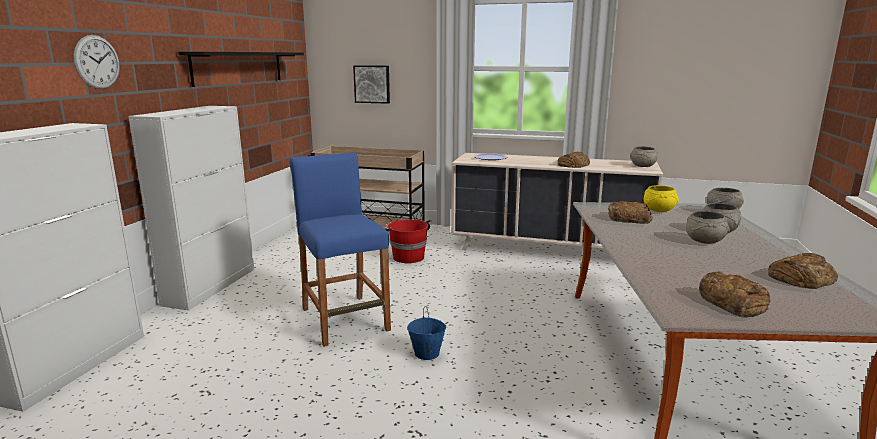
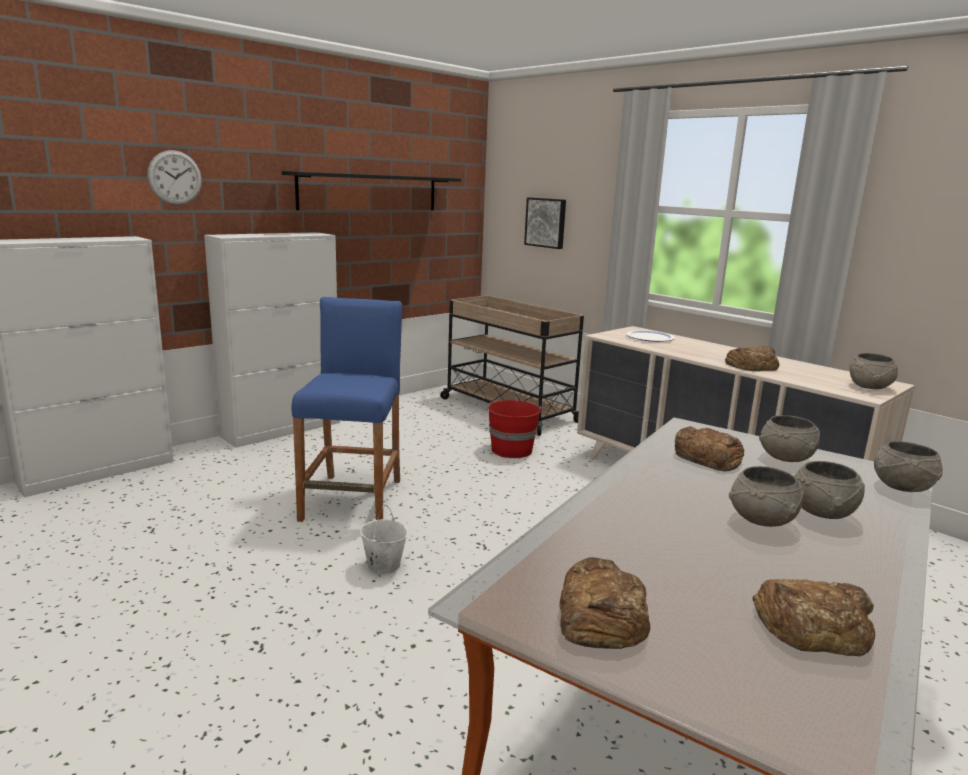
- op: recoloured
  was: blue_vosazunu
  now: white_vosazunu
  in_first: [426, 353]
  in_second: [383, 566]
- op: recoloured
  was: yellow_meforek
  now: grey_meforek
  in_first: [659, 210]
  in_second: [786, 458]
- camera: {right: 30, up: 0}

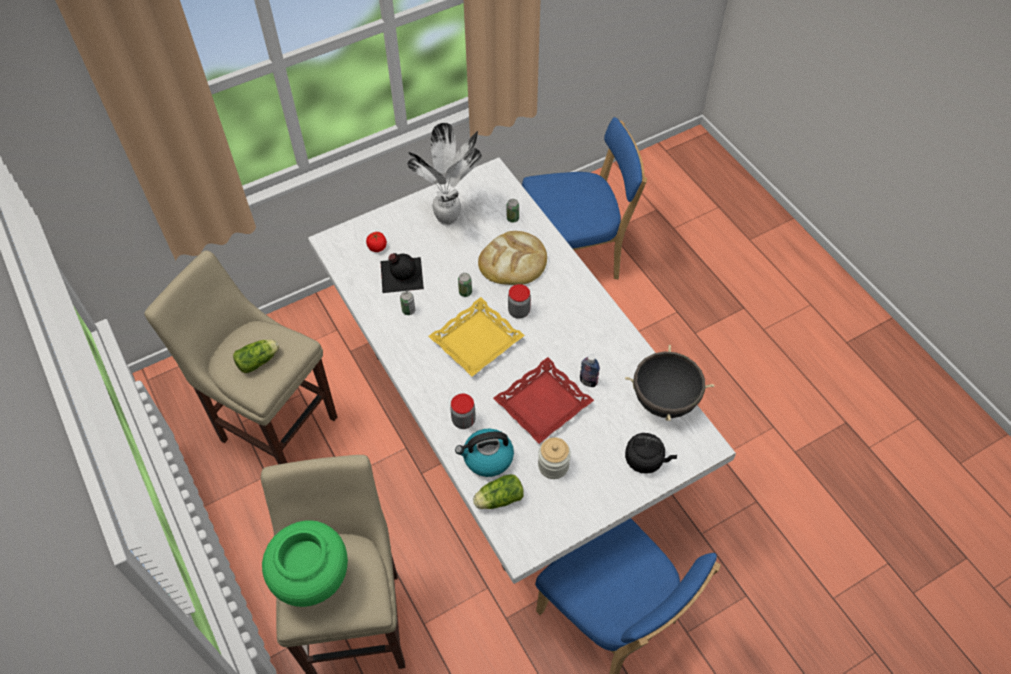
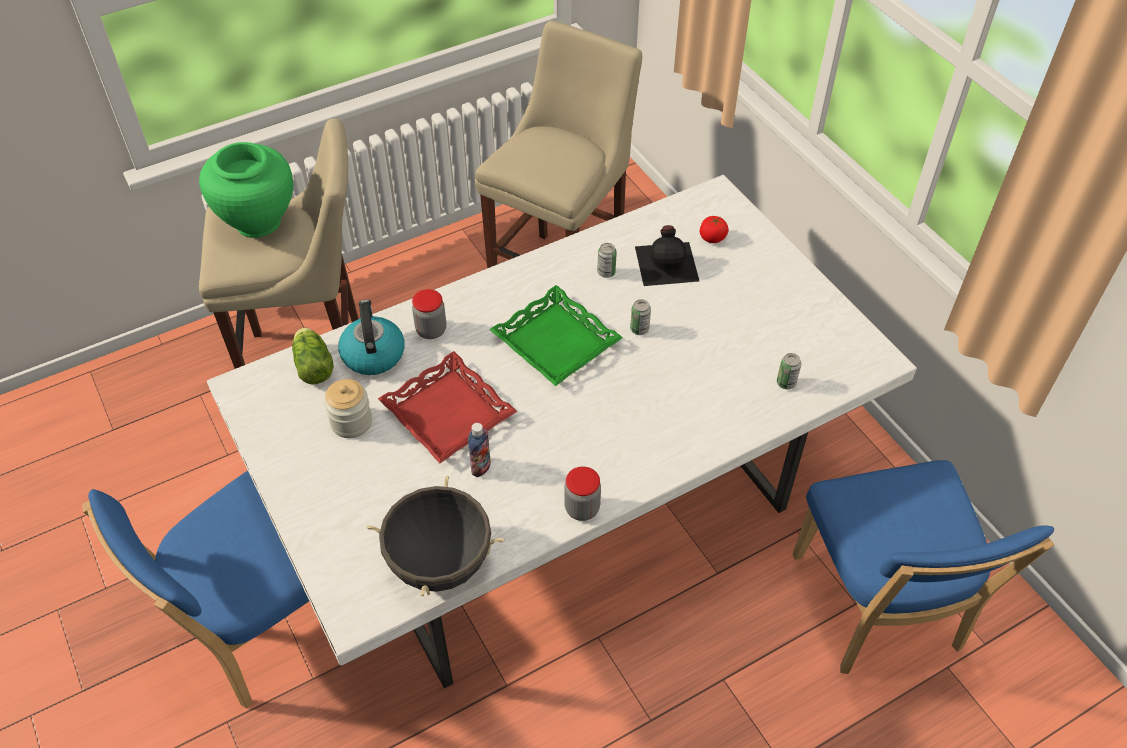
- op: removed
  was: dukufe
  in_first: [259, 360]
- op: removed
  was: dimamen
  in_first: [449, 218]
- op: removed
  was: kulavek
  in_first: [513, 261]
- op: removed
  was: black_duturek
  in_first: [646, 459]
- op: moved
  was: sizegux
  in_first: [519, 311]
  in_second: [582, 508]
- op: recoloured
  was: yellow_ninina
  now: green_ninina
  in_first: [476, 340]
  in_second: [556, 341]
- camera: {right: 90, up: -5}

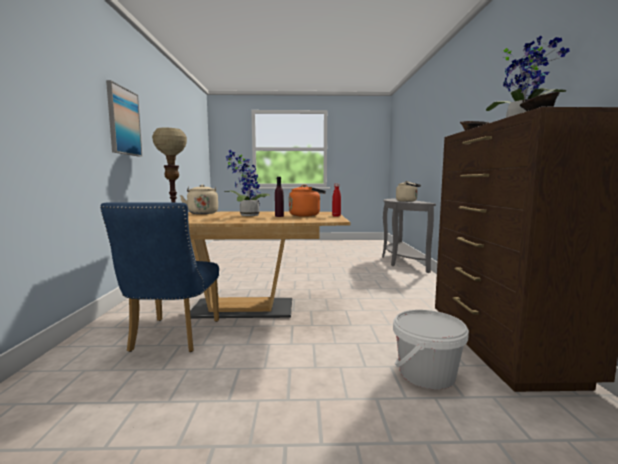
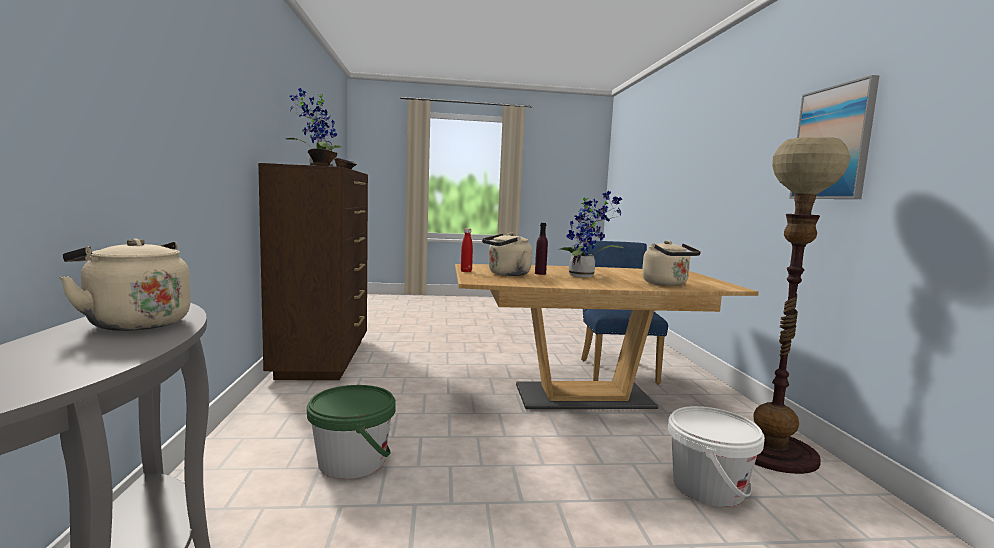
- op: added
  now: green_vosazunu
  in_second: [352, 462]
- op: moved
  was: white_vosazunu
  in_first: [426, 374]
  in_second: [708, 487]
- op: recoloured
  was: orange_duturek
  now: beige_duturek
  in_first: [306, 215]
  in_second: [506, 274]
- camera: {right: 175, up: 0}

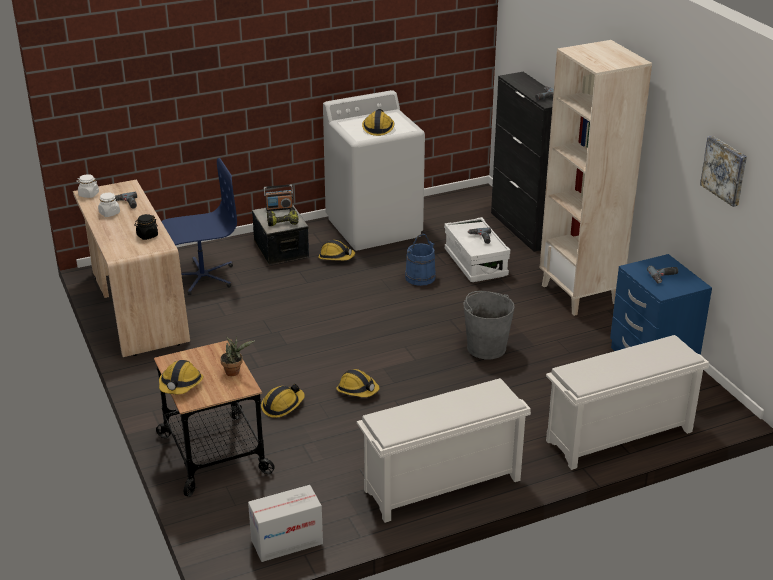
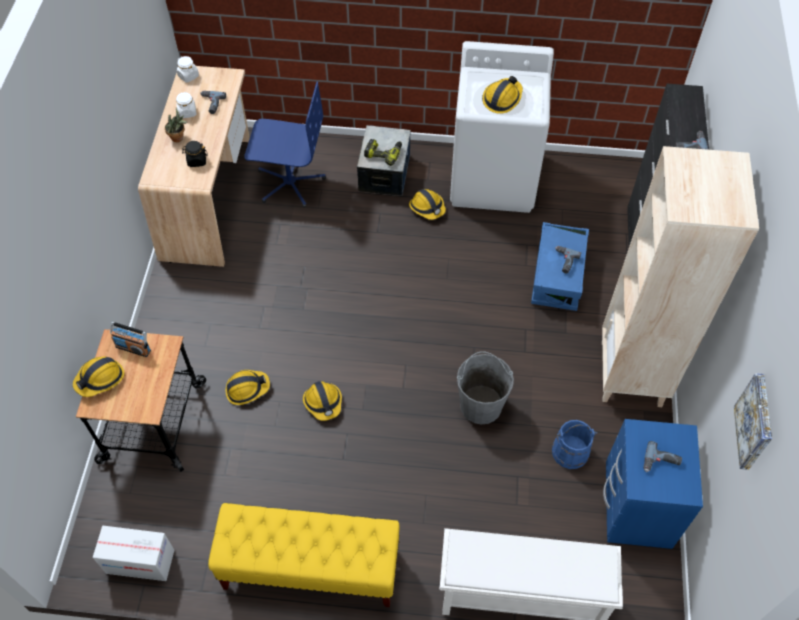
- op: moved
  was: dimamen
  in_first: [234, 372]
  in_second: [179, 138]
- op: moved
  was: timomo
  in_first: [279, 208]
  in_second: [133, 348]
- op: moved
  was: blue_vosazunu
  in_first: [420, 277]
  in_second: [570, 451]
- op: replaced
  was: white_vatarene
  now: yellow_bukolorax
  in_first: [441, 486]
  in_second: [310, 568]
- op: recoloured
  was: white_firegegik
  now: blue_firegegik
  in_first: [475, 263]
  in_second: [557, 277]
- camera: {right: 30, up: 25}

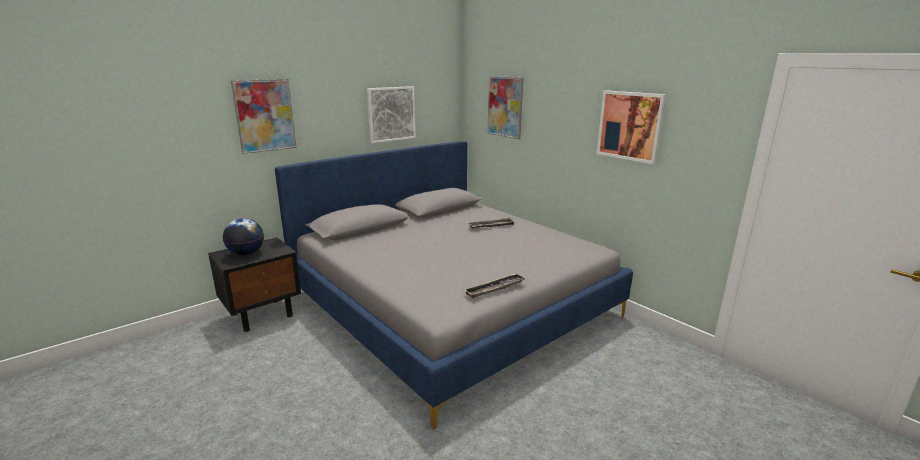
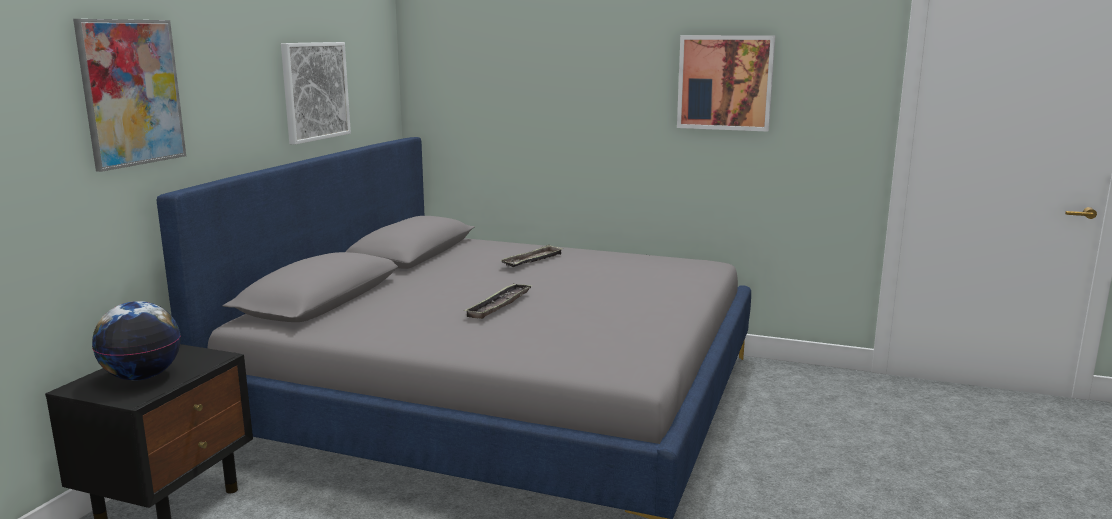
- op: removed
  was: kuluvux
  in_first: [505, 107]
- op: moved
  was: ninina
  in_first: [495, 288]
  in_second: [499, 305]
- camera: {right: -30, up: -5}

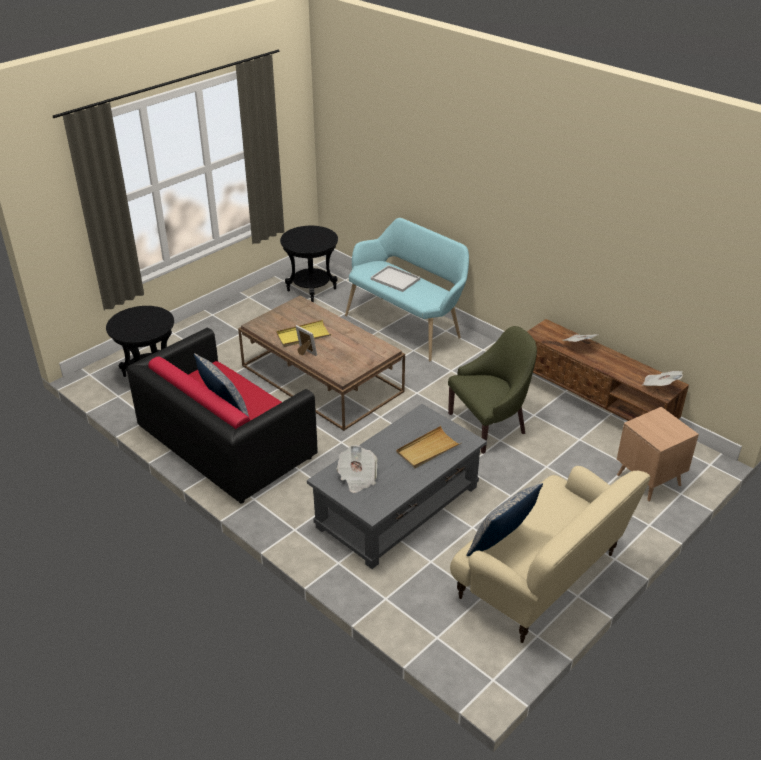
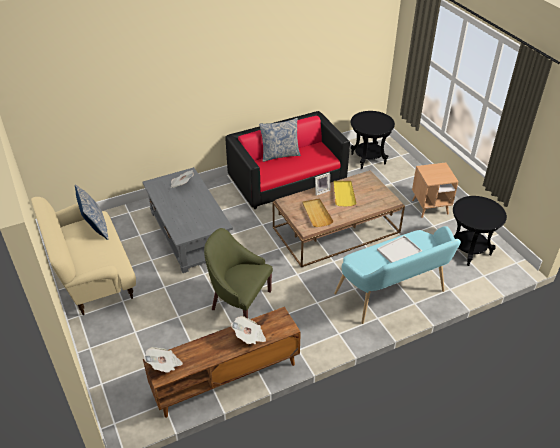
- op: moved
  was: beige_ninina
  in_first: [428, 449]
  in_second: [316, 213]
- op: moved
  was: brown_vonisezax
  in_first: [648, 480]
  in_second: [430, 207]
- op: turned
  was: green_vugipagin
  in_first: [489, 425]
  in_second: [239, 302]
  clockwise: 120
- camera: {right: 110, up: 5}

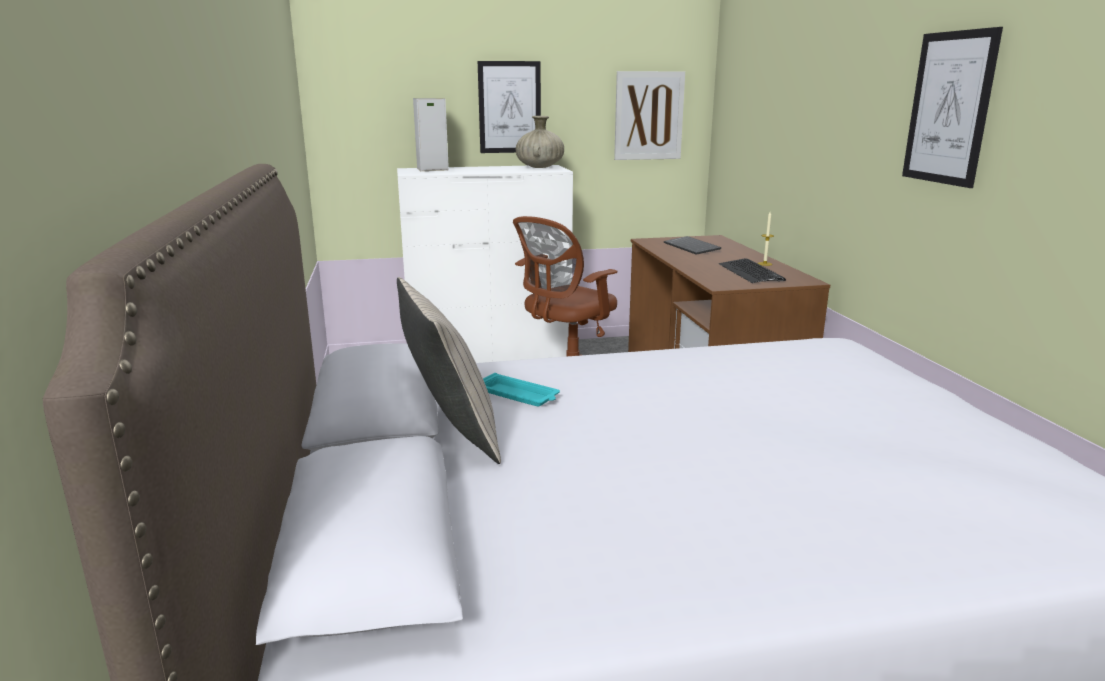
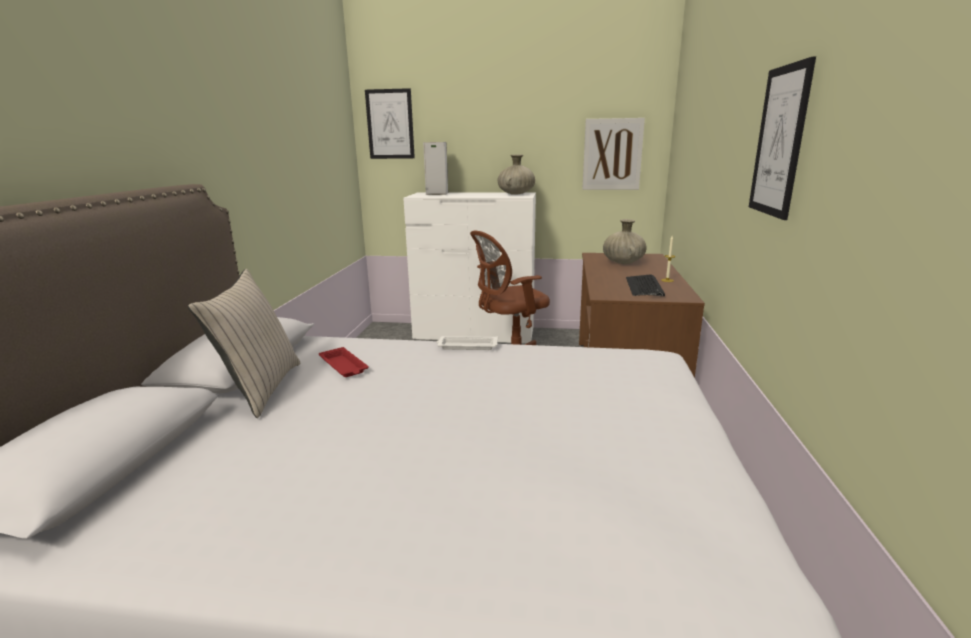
- op: added
  now: white_ninina
  in_second: [466, 346]
- op: moved
  was: kuluvux
  in_first: [509, 107]
  in_second: [390, 124]
- op: replaced
  was: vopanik
  now: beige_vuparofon
  in_first: [693, 247]
  in_second: [623, 262]
- op: recoloured
  was: turquoise_ninina
  now: red_ninina
  in_first: [518, 395]
  in_second: [344, 366]
- camera: {right: 20, up: 0}

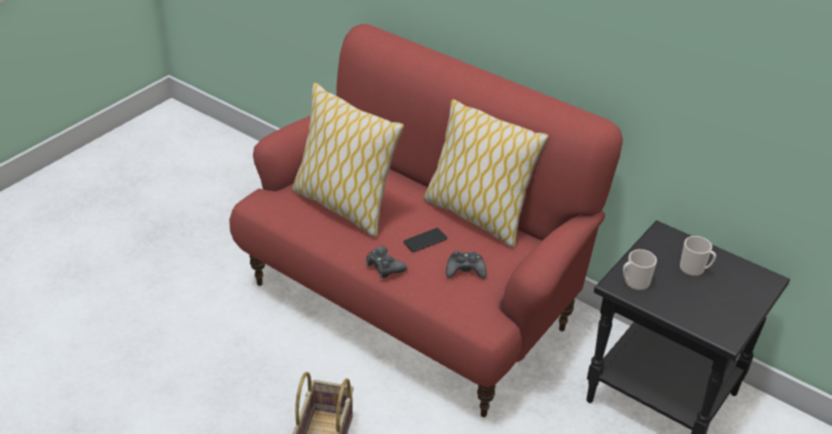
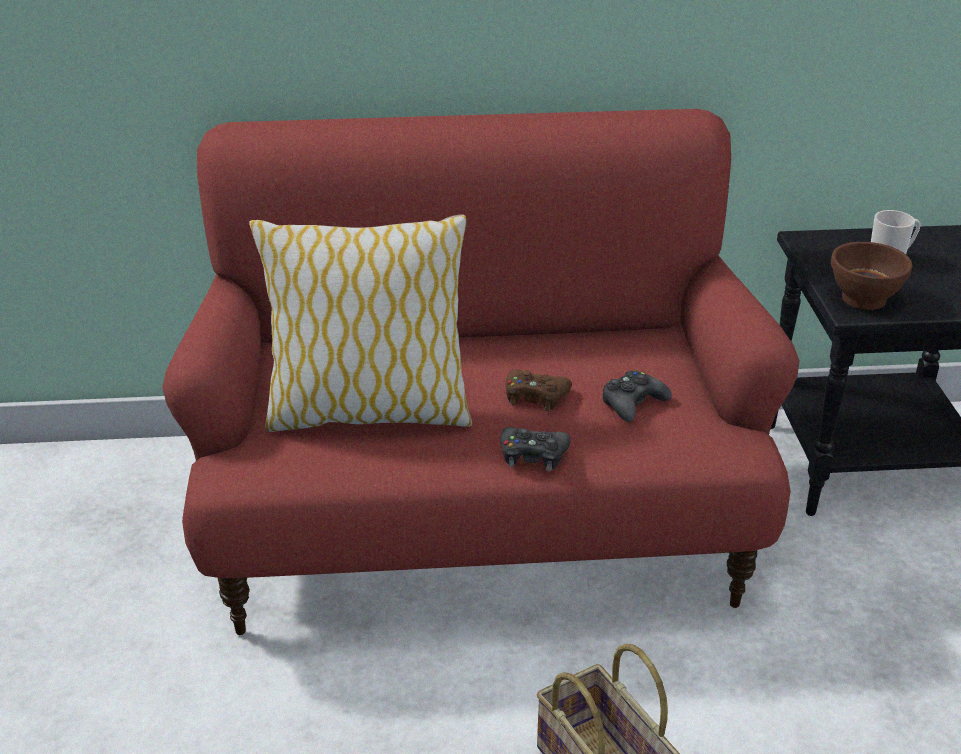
- op: removed
  was: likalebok
  in_first: [477, 215]
- op: replaced
  was: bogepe
  now: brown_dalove
  in_first: [425, 240]
  in_second: [535, 397]
- op: replaced
  was: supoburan
  now: brown_meforek
  in_first: [634, 282]
  in_second: [864, 300]
- camera: {right: -40, up: -5}

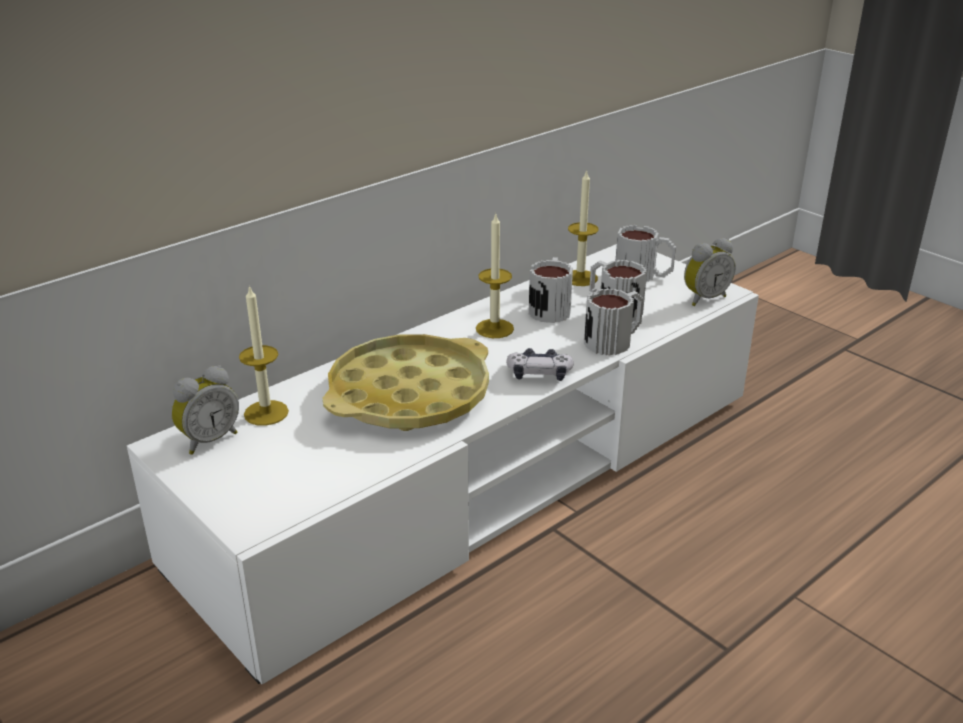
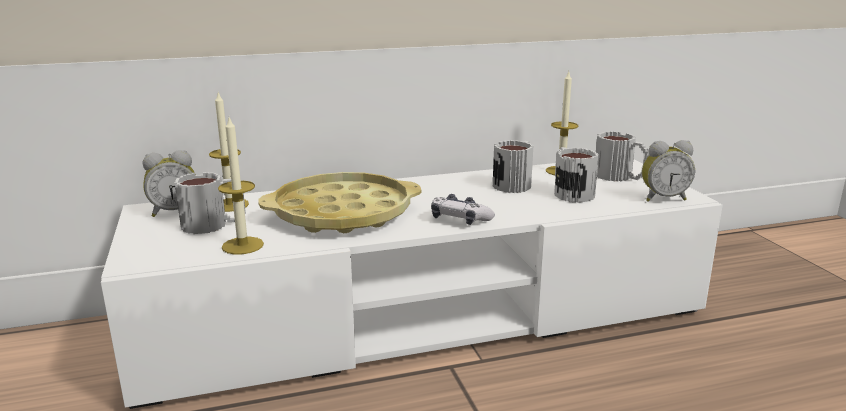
- op: moved
  was: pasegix
  in_first: [494, 328]
  in_second: [242, 245]
- op: moved
  was: supoburan
  in_first: [615, 340]
  in_second: [214, 224]
- camera: {right: 25, up: -10}

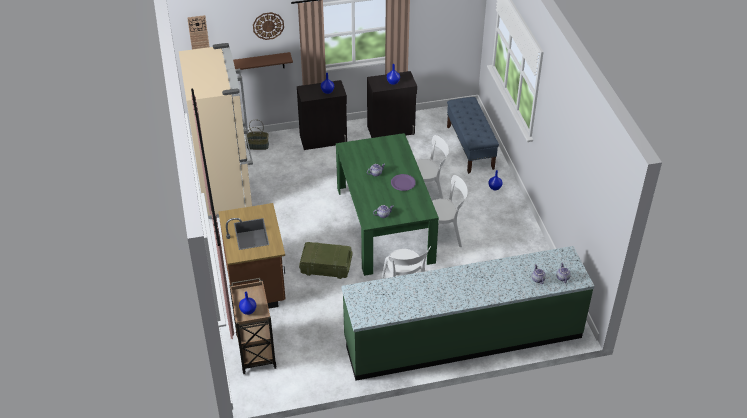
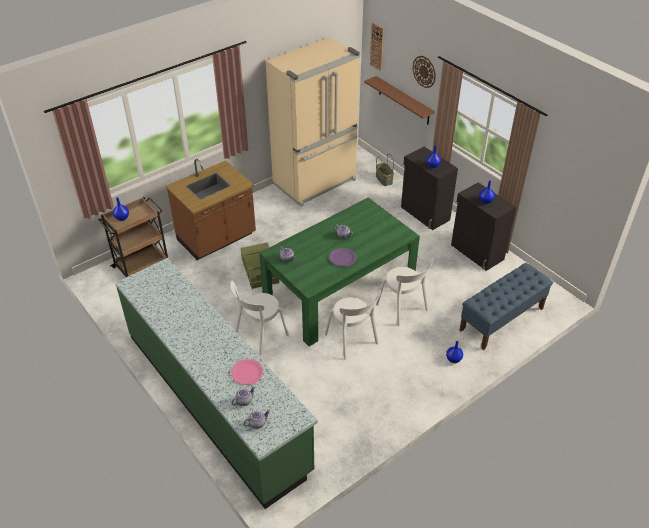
- op: added
  now: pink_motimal
  in_second: [247, 373]
- camera: {right: 65, up: 0}

